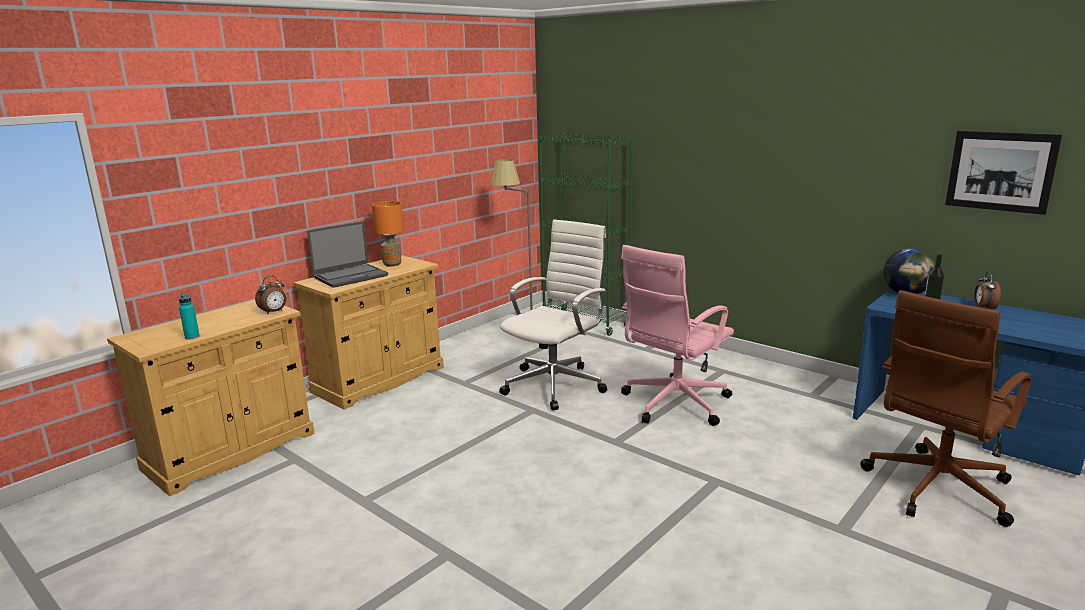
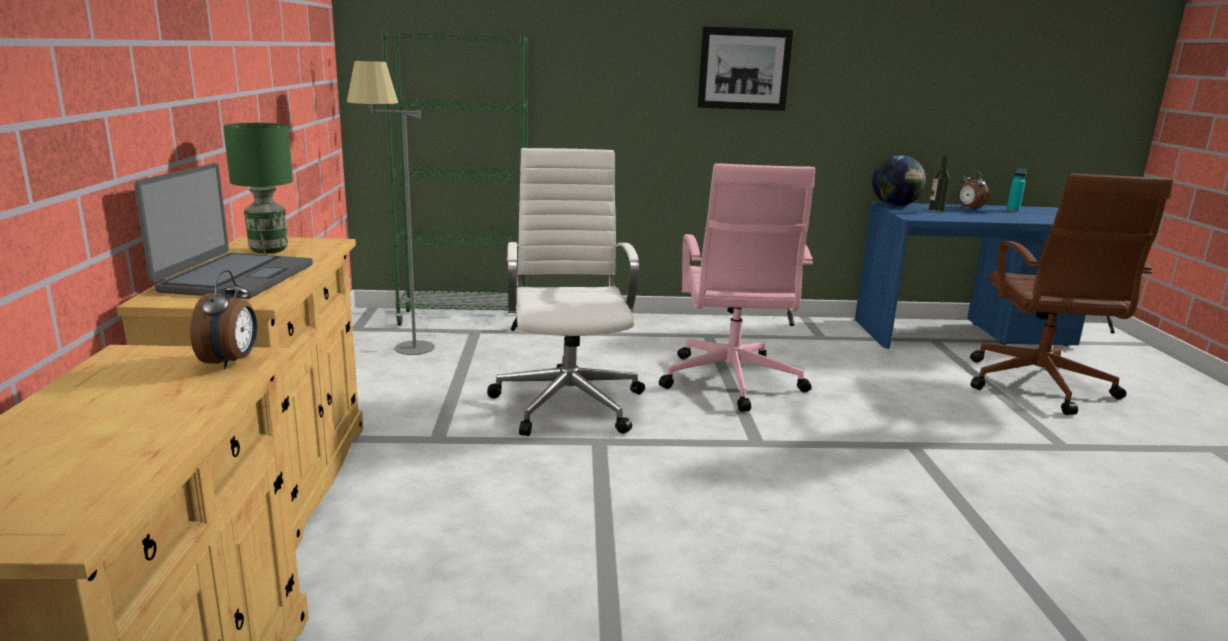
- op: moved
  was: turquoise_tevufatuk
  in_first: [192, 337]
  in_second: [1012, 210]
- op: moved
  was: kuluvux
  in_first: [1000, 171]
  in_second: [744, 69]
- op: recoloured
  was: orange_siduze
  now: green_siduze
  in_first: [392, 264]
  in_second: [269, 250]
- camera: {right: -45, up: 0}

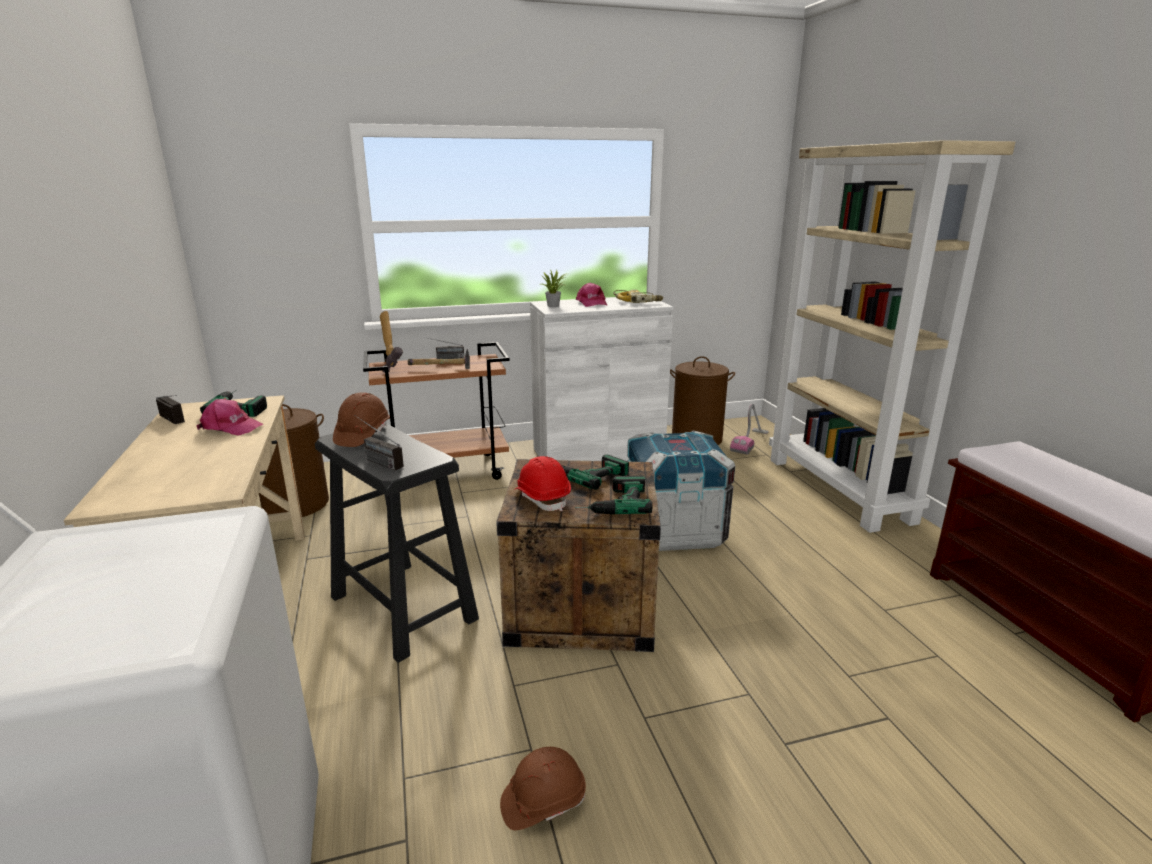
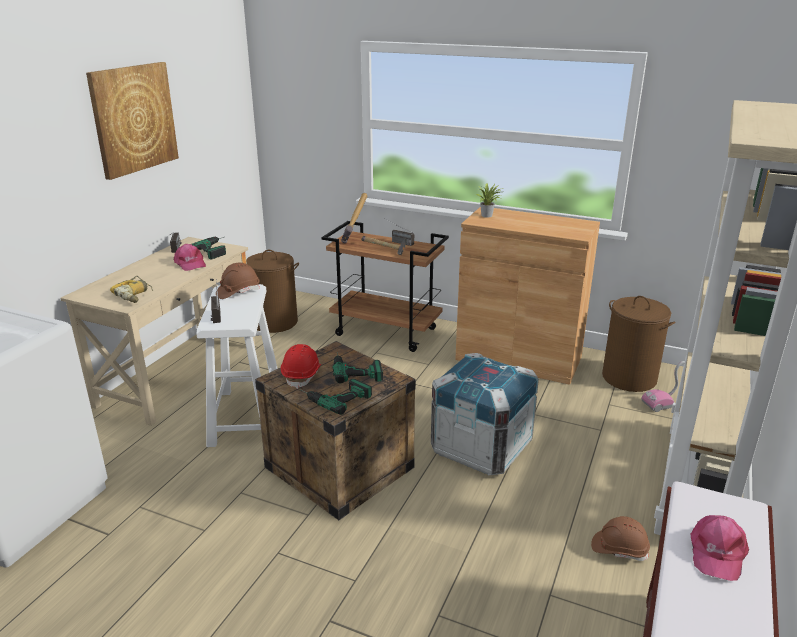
- op: added
  now: kuluvux
  in_second: [133, 119]
- op: moved
  was: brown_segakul
  in_first: [543, 802]
  in_second: [619, 549]
- op: moved
  was: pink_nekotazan
  in_first: [591, 303]
  in_second: [716, 552]
- op: moved
  was: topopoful
  in_first: [637, 301]
  in_second: [135, 294]
- op: recoloured
  was: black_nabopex
  now: white_nabopex
  in_first: [403, 609]
  in_second: [246, 417]
- op: recoloured
  was: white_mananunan
  now: brown_mananunan
  in_first: [598, 453]
  in_second: [518, 358]
- camera: {right: 40, up: 5}

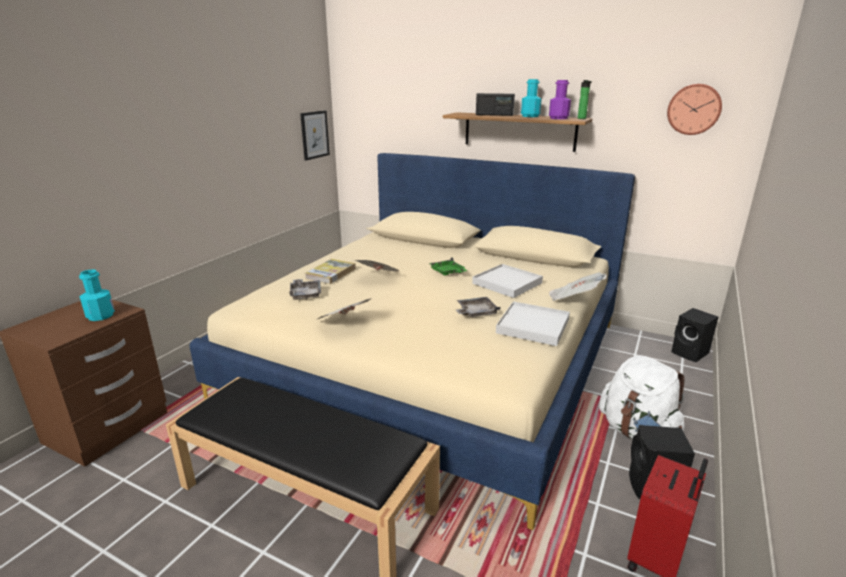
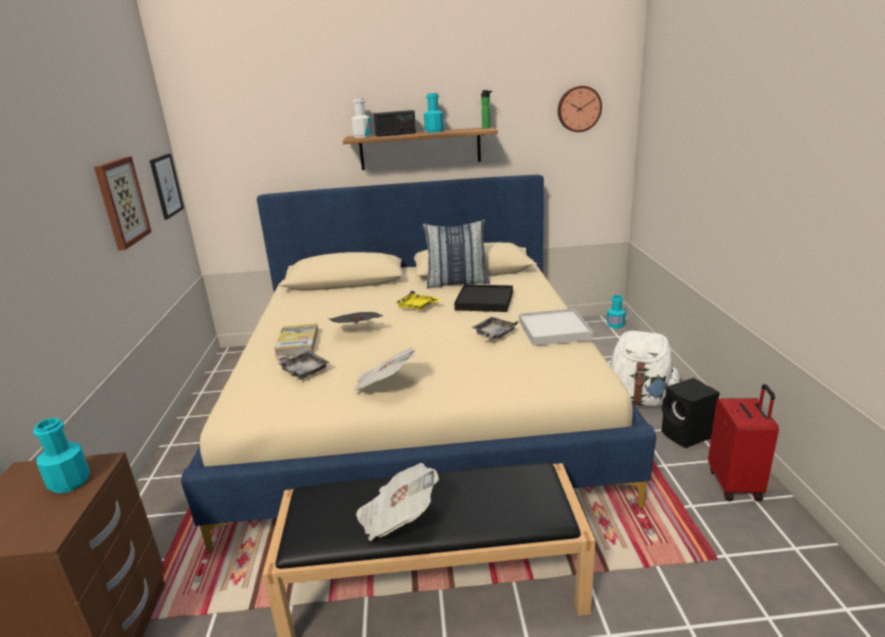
- op: removed
  was: purple_tevufatuk
  in_first: [558, 118]
- op: added
  now: kuluvux
  in_second: [121, 202]
- op: added
  now: white_tevufatuk
  in_second: [362, 136]
- op: added
  now: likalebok
  in_second: [457, 283]
- op: moved
  was: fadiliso
  in_first: [573, 299]
  in_second: [397, 518]
- op: replaced
  was: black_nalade
  now: turquoise_tevufatuk
  in_first: [691, 353]
  in_second: [615, 325]
- op: recoloured
  was: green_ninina
  now: yellow_ninina
  in_first: [447, 272]
  in_second: [417, 306]
- op: recoloured
  was: white_ninina
  now: black_ninina
  in_first: [507, 283]
  in_second: [484, 301]
- camera: {right: -30, up: 0}

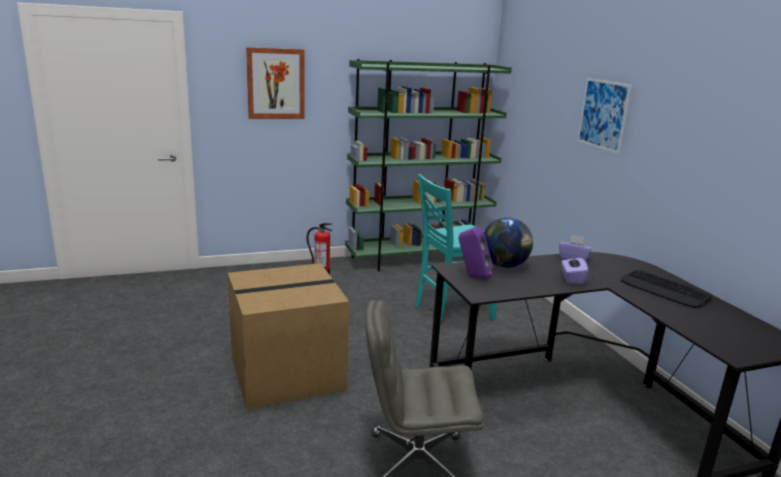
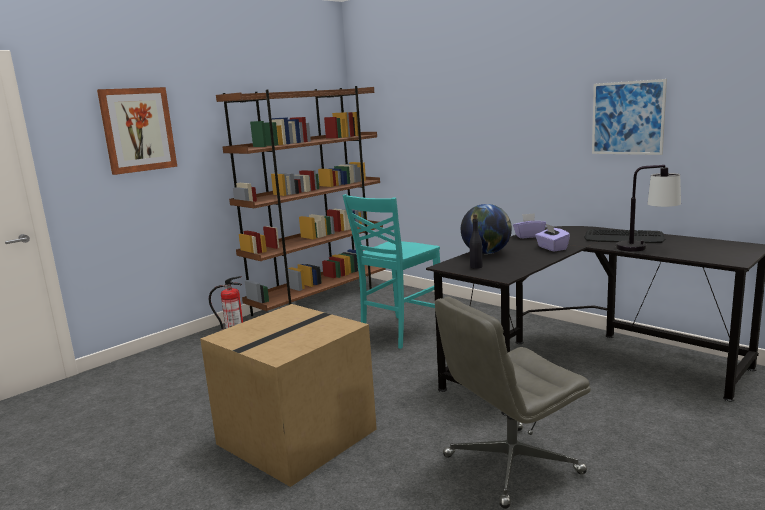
- op: added
  now: siduze
  in_second: [646, 249]
- op: moved
  was: kuluvux
  in_first: [603, 114]
  in_second: [627, 118]
- op: replaced
  was: purple_nalade
  now: black_tevufatuk
  in_first: [472, 277]
  in_second: [476, 267]
- op: recoloured
  was: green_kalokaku
  now: brown_kalokaku
  in_first: [418, 259]
  in_second: [320, 299]
- camera: {right: -25, up: -5}

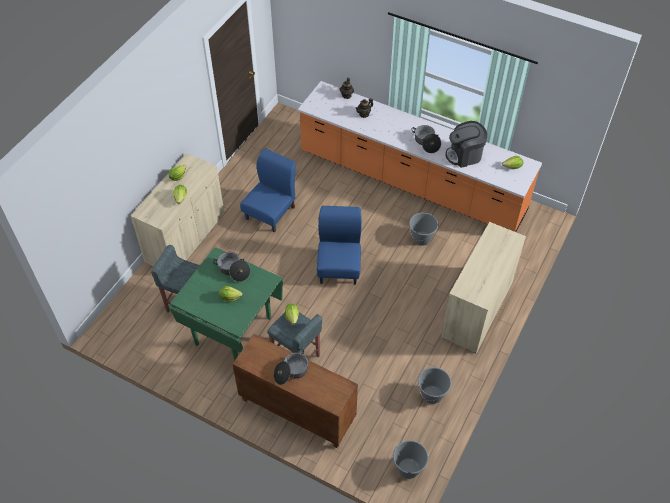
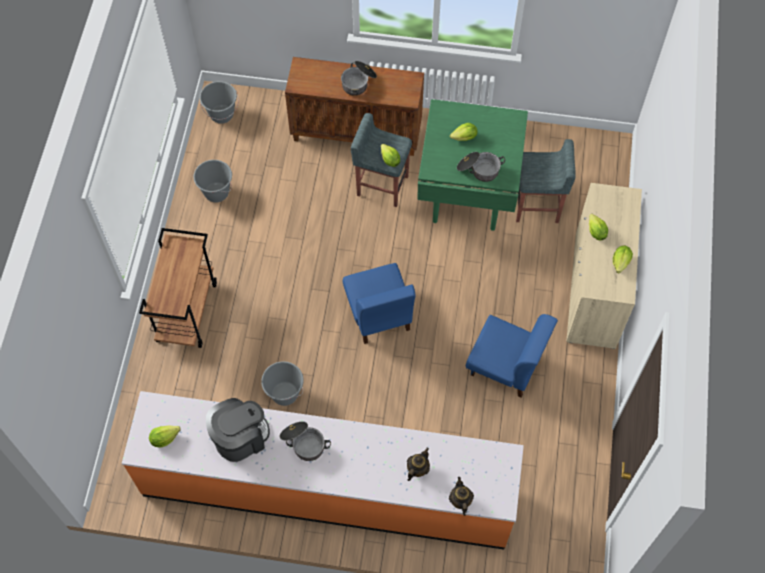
- op: replaced
  was: beige_mananunan
  now: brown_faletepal
  in_first: [477, 309]
  in_second: [186, 311]
- op: turned
  was: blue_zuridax
  in_first: [271, 213]
  in_second: [505, 366]
  clockwise: -75
- camera: {right: 160, up: 10}

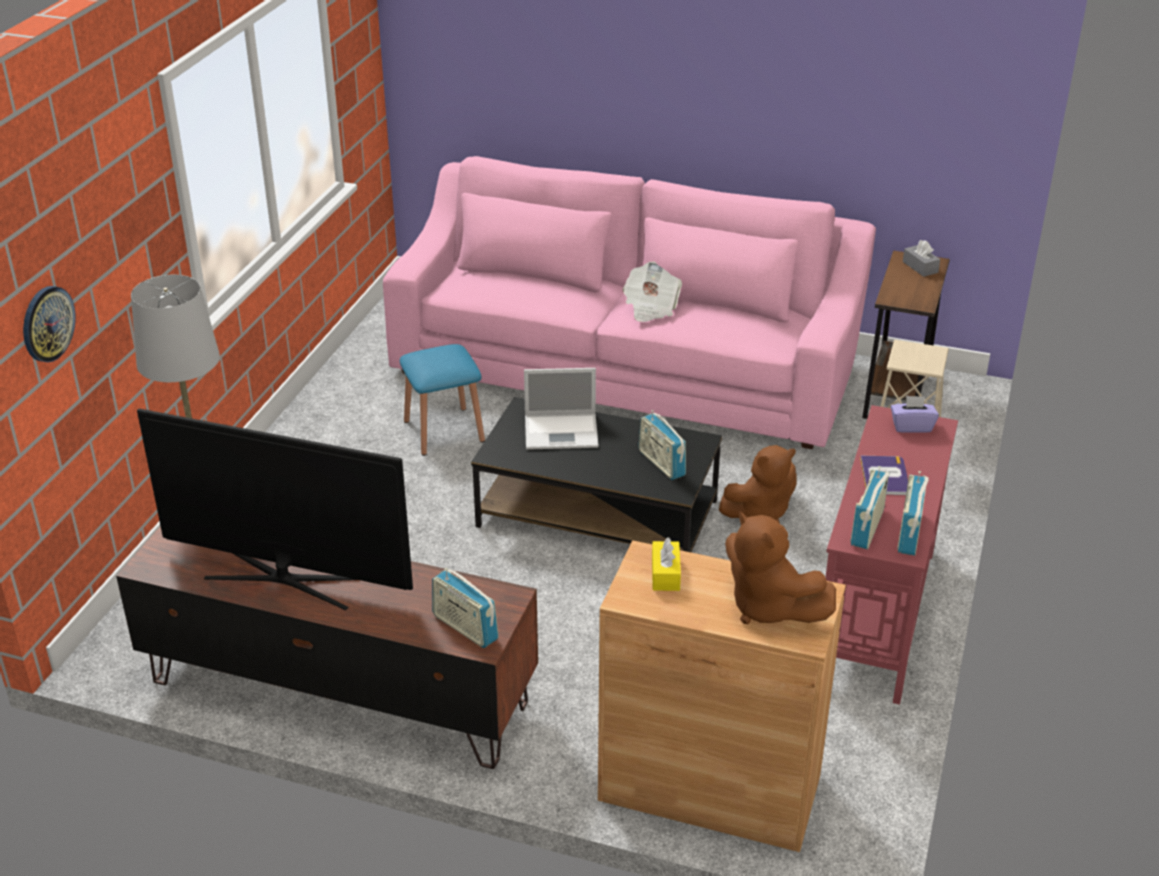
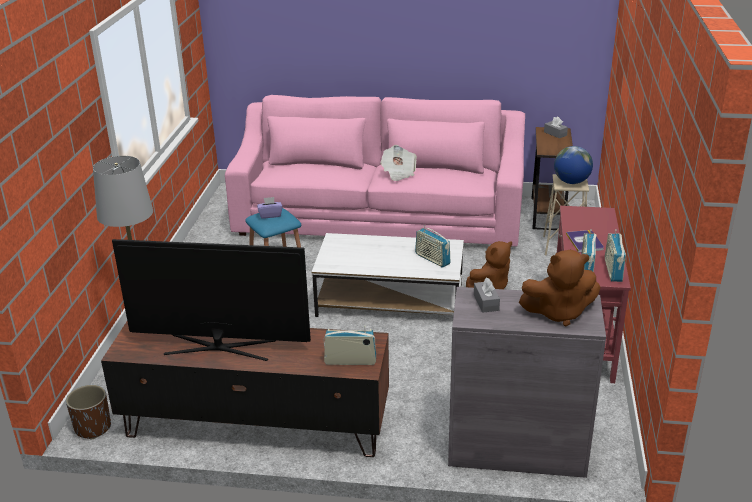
- op: removed
  was: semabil
  in_first: [47, 323]
- op: removed
  was: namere
  in_first: [563, 431]
- op: added
  now: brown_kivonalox
  in_second: [93, 428]
- op: added
  now: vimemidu
  in_second: [571, 182]
- op: moved
  was: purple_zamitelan
  in_first: [911, 426]
  in_second: [270, 215]
- op: recoloured
  was: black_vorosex
  now: white_vorosex
  in_first: [599, 513]
  in_second: [391, 299]
- op: recoloured
  was: brown_mananunan
  now: grey_mananunan
  in_first: [709, 788]
  in_second: [516, 448]
- op: recoloured
  was: yellow_zamitelan
  now: grey_zamitelan
  in_first: [665, 574]
  in_second: [486, 302]
- op: turned
  was: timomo
  in_first: [465, 628]
  in_second: [350, 361]
  clockwise: 150
- op: turned
  was: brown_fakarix
  in_first: [768, 607]
  in_second: [558, 312]
  clockwise: -45
- camera: {right: -10, up: -5}

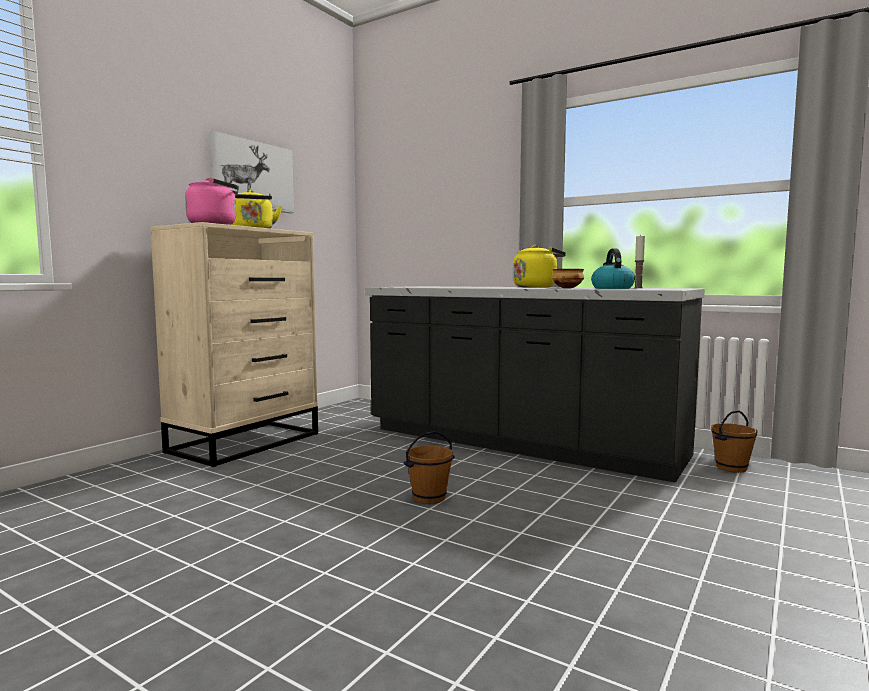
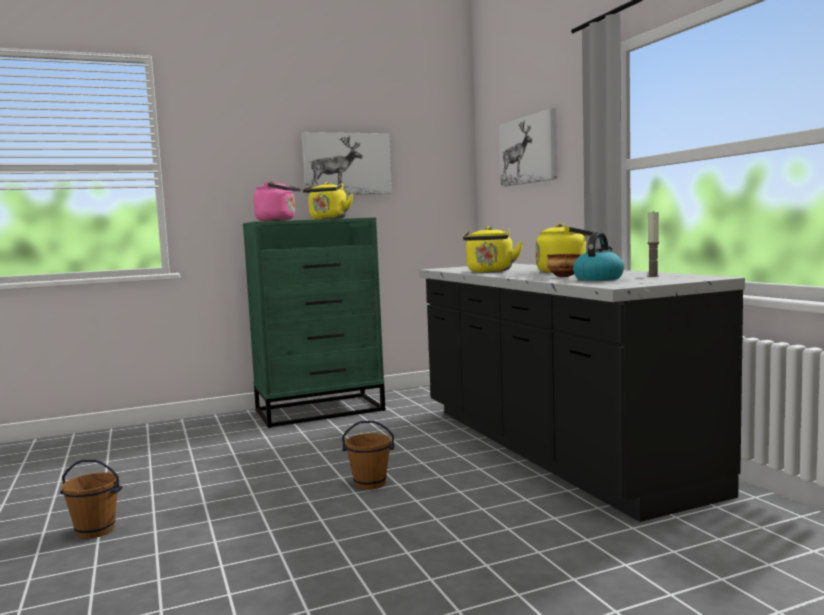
- op: added
  now: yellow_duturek
  in_second: [490, 271]
- op: added
  now: kuluvux
  in_second: [529, 150]
- op: moved
  was: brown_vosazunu
  in_first: [730, 468]
  in_second: [96, 530]
- op: recoloured
  was: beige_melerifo
  now: green_melerifo
  in_first: [246, 442]
  in_second: [321, 410]
- camera: {right: 35, up: 0}

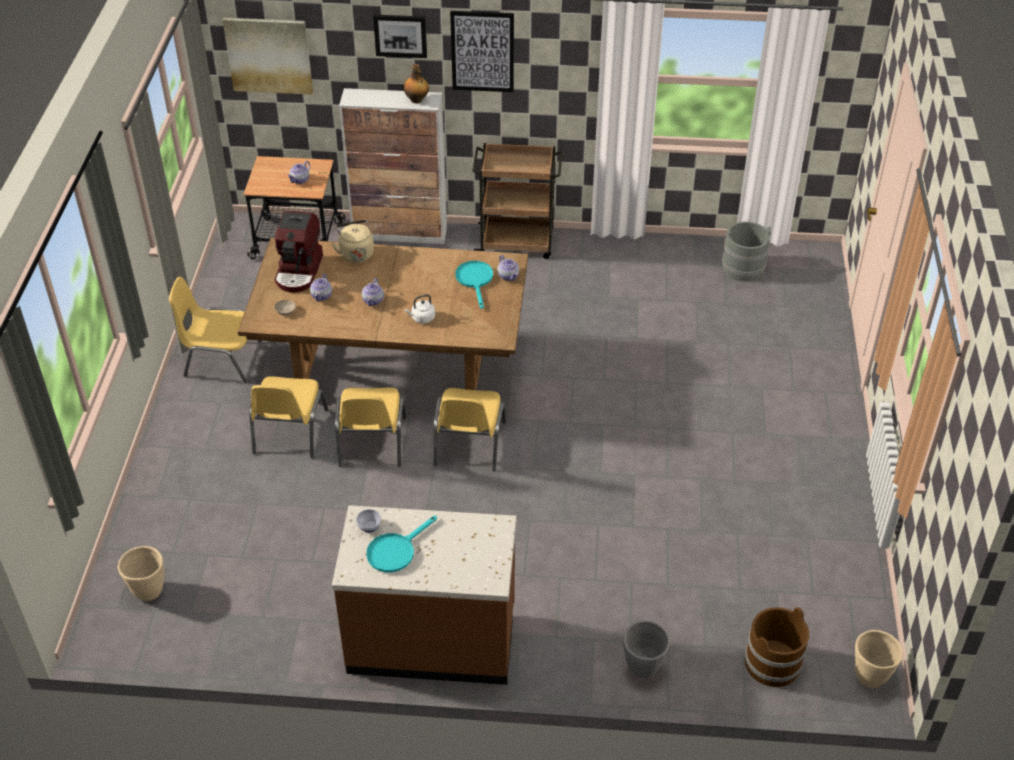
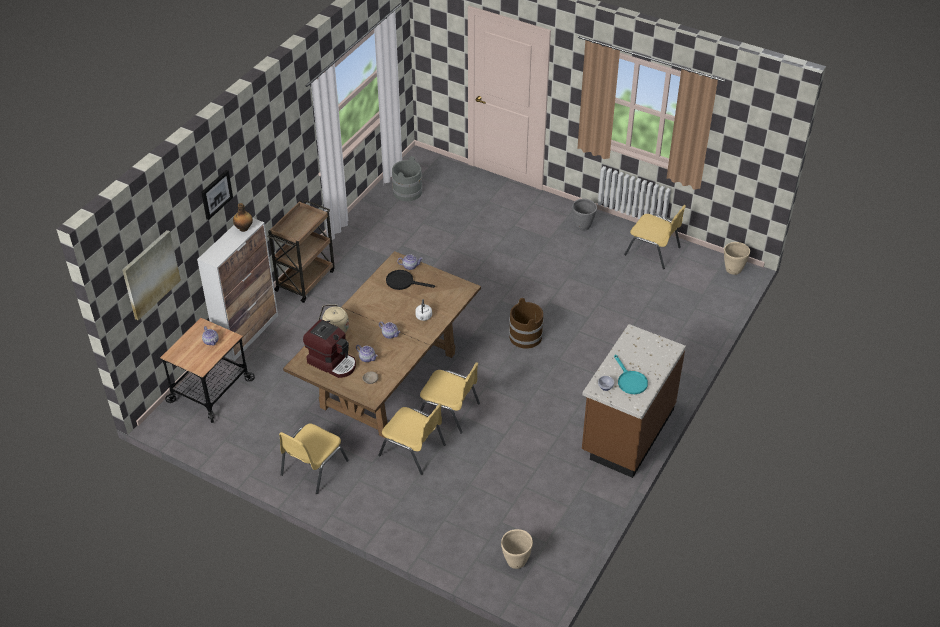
- op: removed
  was: kuluvux
  in_first: [482, 51]
- op: moved
  was: yellow_zuridax
  in_first: [468, 445]
  in_second: [653, 251]
- op: moved
  was: grey_kivonalox
  in_first: [643, 668]
  in_second: [583, 226]
- op: moved
  was: brown_vosazunu
  in_first: [772, 662]
  in_second: [525, 336]
- op: recoloured
  was: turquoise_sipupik
  now: black_sipupik
  in_first: [475, 280]
  in_second: [403, 282]
- camera: {right: -65, up: 0}

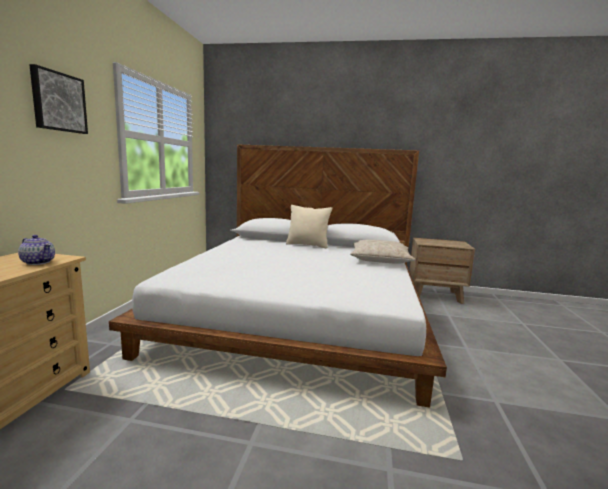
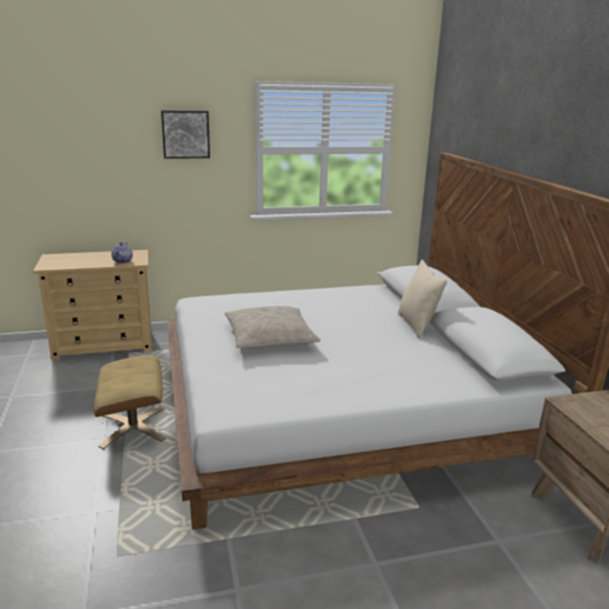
- op: added
  now: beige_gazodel
  in_second: [134, 427]
- op: moved
  was: beige_likalebok
  in_first: [380, 260]
  in_second: [270, 338]
- camera: {right: 65, up: 10}

